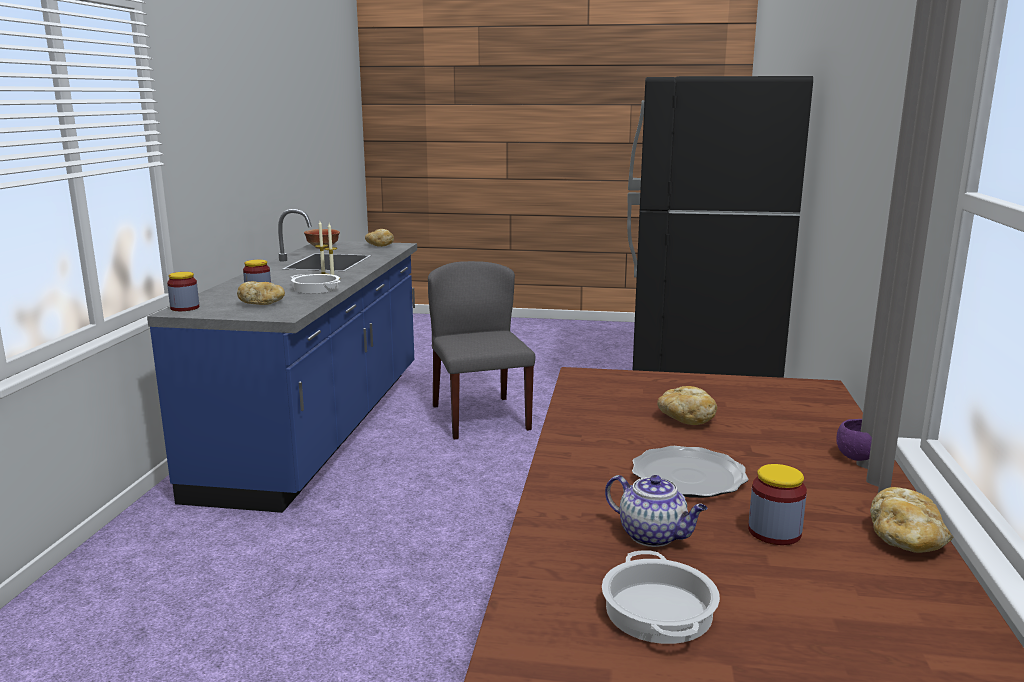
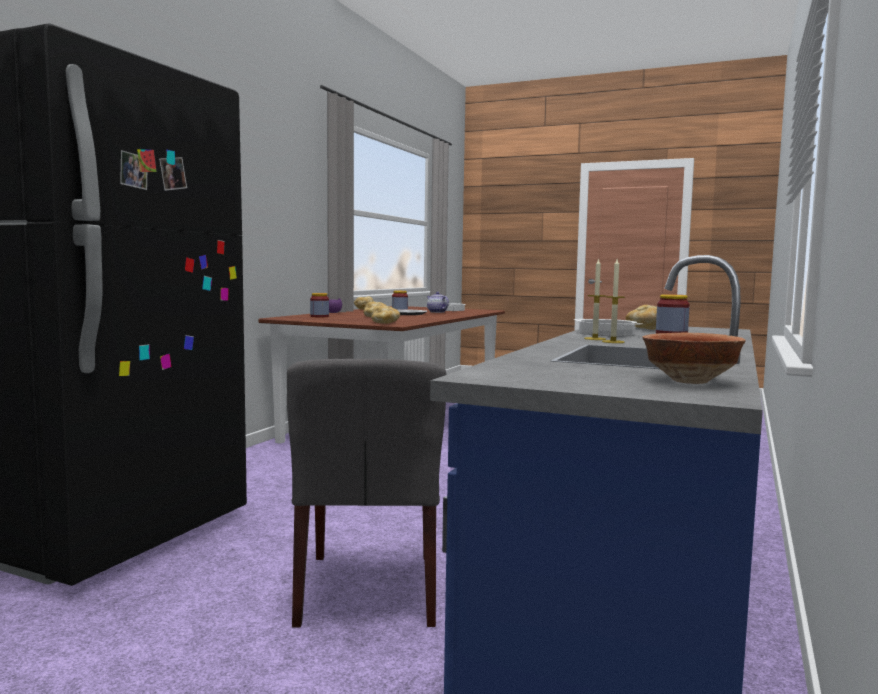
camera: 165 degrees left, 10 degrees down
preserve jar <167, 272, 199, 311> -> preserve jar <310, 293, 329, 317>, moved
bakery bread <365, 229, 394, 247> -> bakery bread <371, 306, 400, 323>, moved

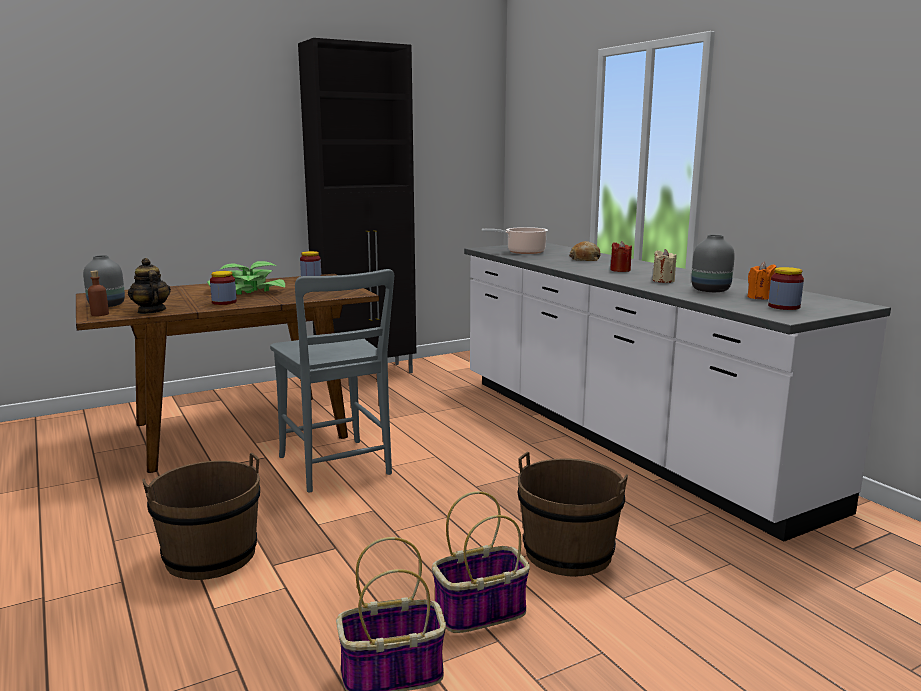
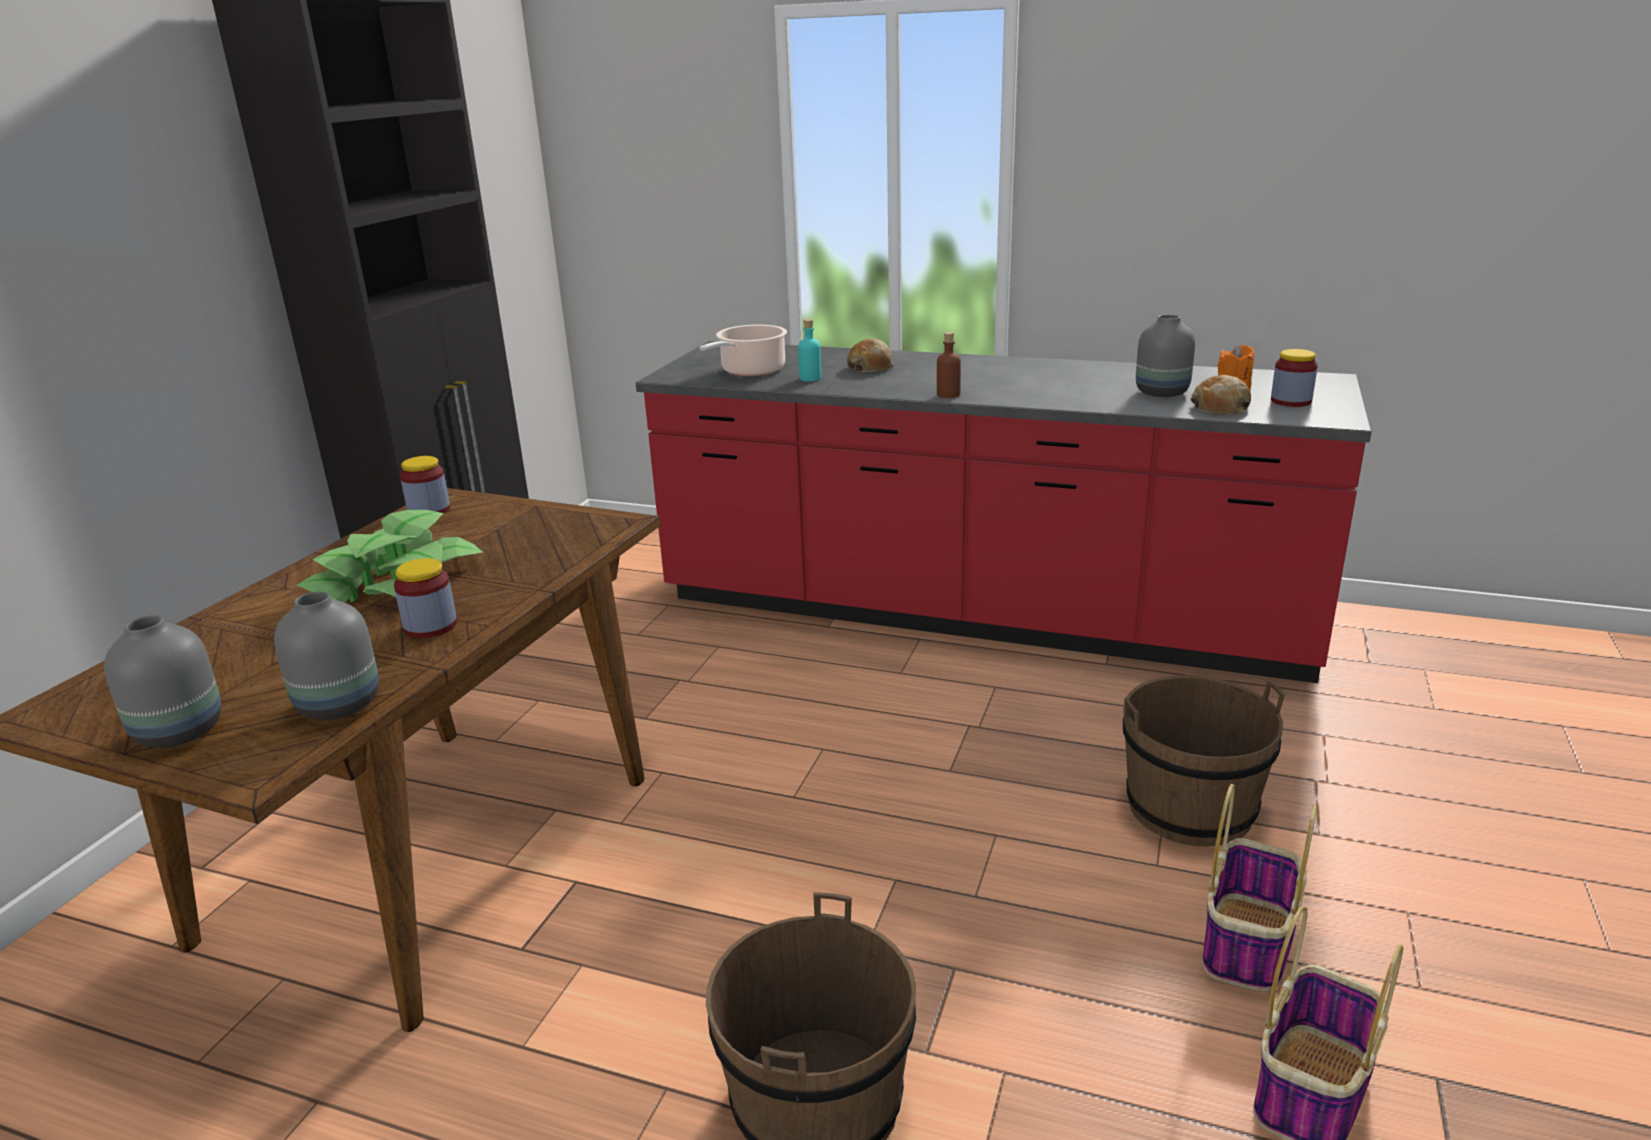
camera: 40 degrees left, 10 degrees up
grey chair <270, 269, 394, 492> -> none
reddish wax candle <610, 241, 632, 272> -> none
beige wax candle <653, 249, 677, 283> -> none
none -> turquoise-coloured drink bottle <798, 319, 821, 381>
none -> bakery bread <1191, 375, 1251, 415>
brownish drink bottle <88, 271, 109, 316> -> brownish drink bottle <937, 332, 961, 398>, moved
teapot <128, 258, 171, 314> -> grey vase <274, 591, 379, 720>
whitish kitchen base unit <464, 243, 891, 542> -> reddish kitchen base unit <636, 341, 1372, 683>

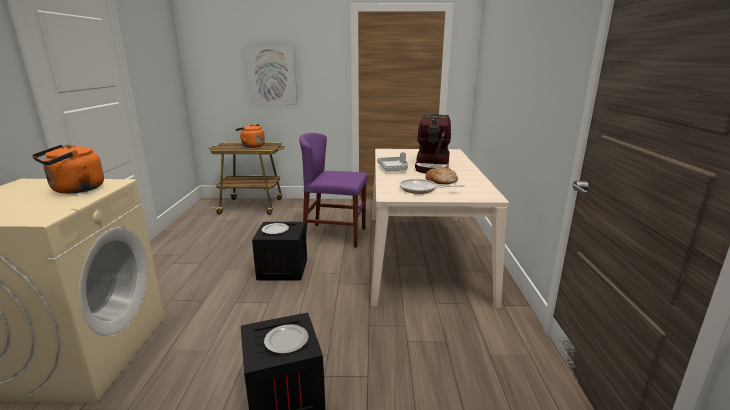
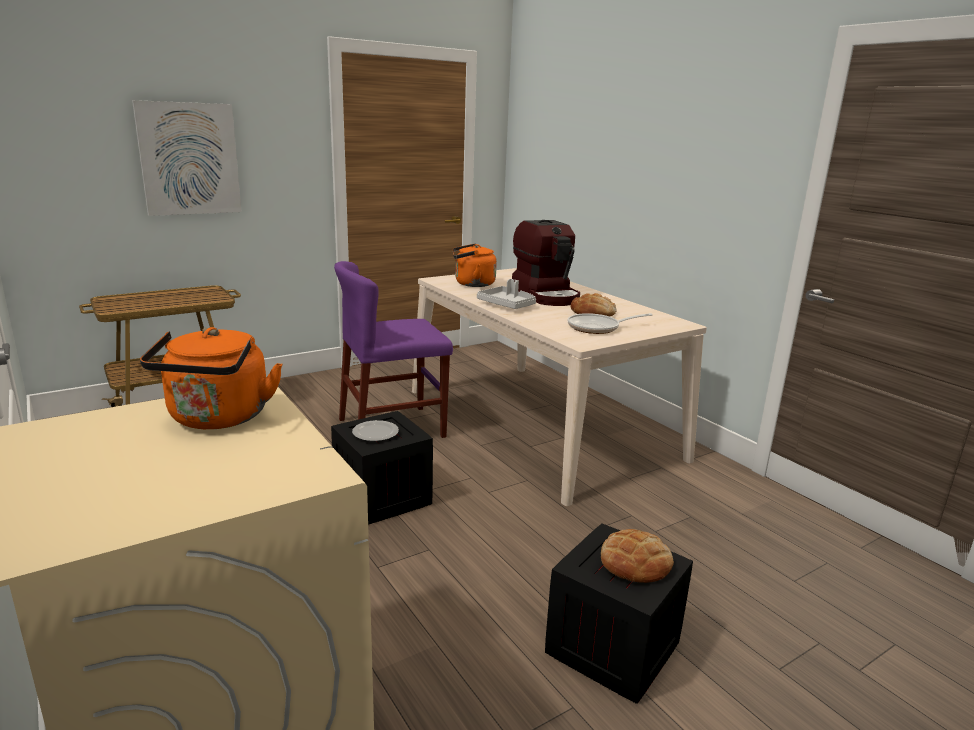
camera: 35 degrees left, 0 degrees up
orange tea kettle <236, 124, 265, 148> -> orange tea kettle <453, 244, 497, 287>, moved
flat dish <264, 324, 308, 354> -> bakery bread <601, 529, 674, 583>

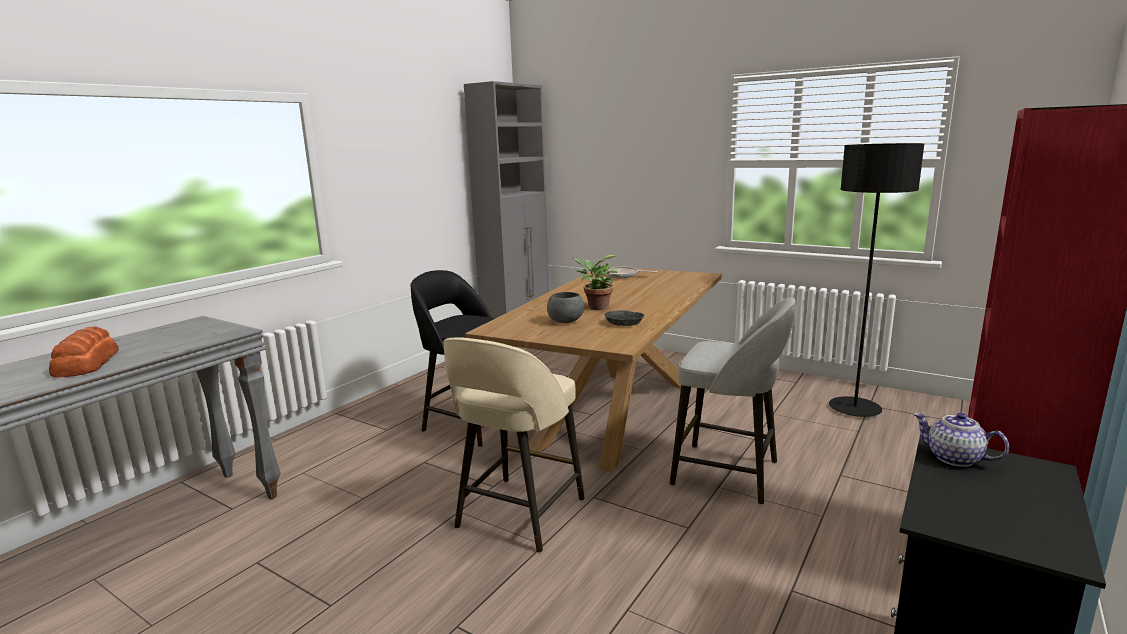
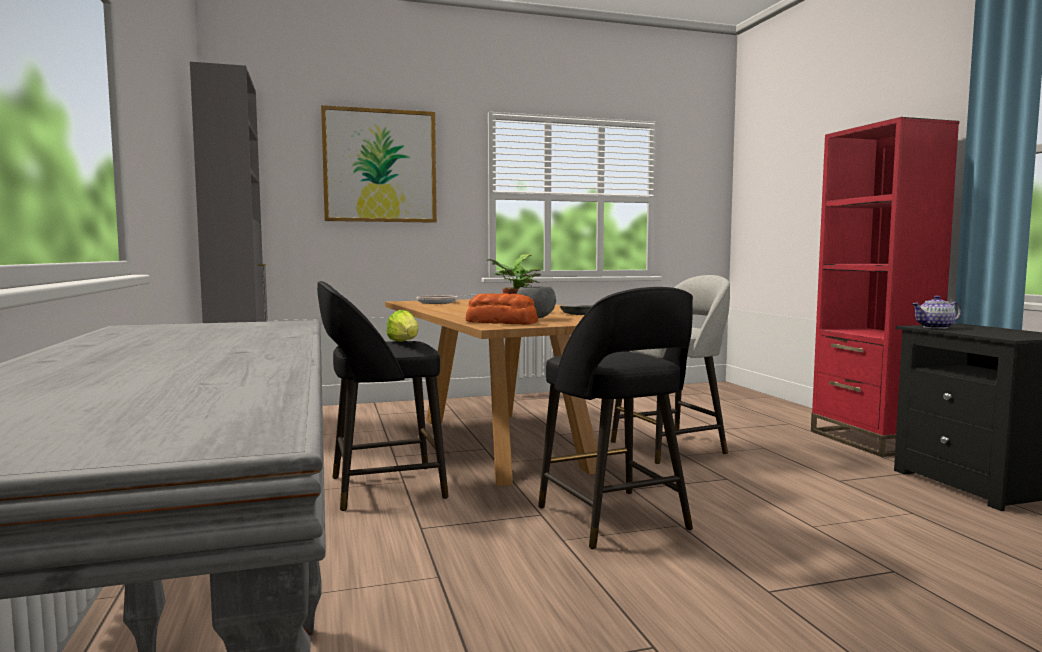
camera: 50 degrees left, 10 degrees down
black standing lamp <829, 143, 924, 417> -> none
none -> wall picture <321, 105, 437, 223>
none -> head of lettuce <386, 310, 419, 342>
bakery bread <49, 327, 119, 378> -> bakery bread <466, 293, 538, 324>, moved
beige stool seat <443, 337, 585, 553> -> black stool seat <538, 287, 693, 549>

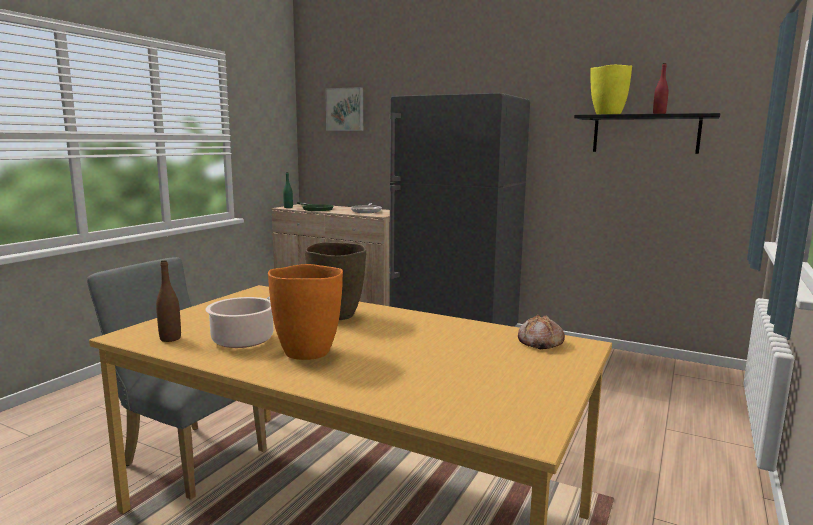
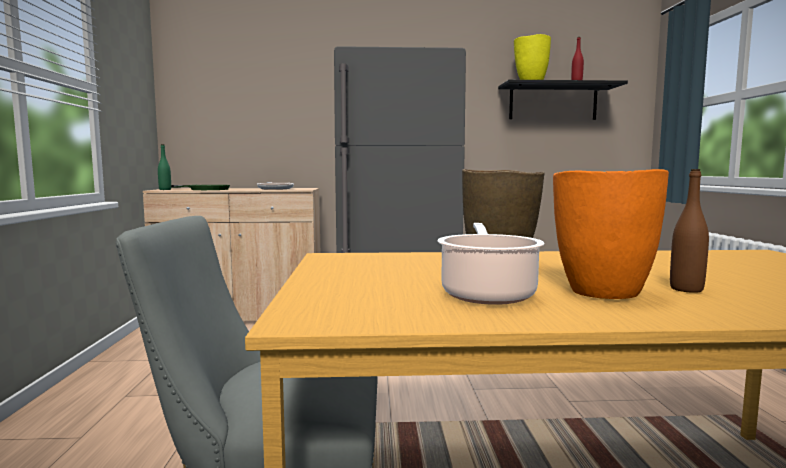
camera: 30 degrees left, 5 degrees down
wall picture <325, 87, 363, 131> -> none
bakery bread <518, 314, 565, 349> -> none
brownish drink bottle <156, 260, 181, 342> -> brownish drink bottle <670, 169, 709, 293>, moved

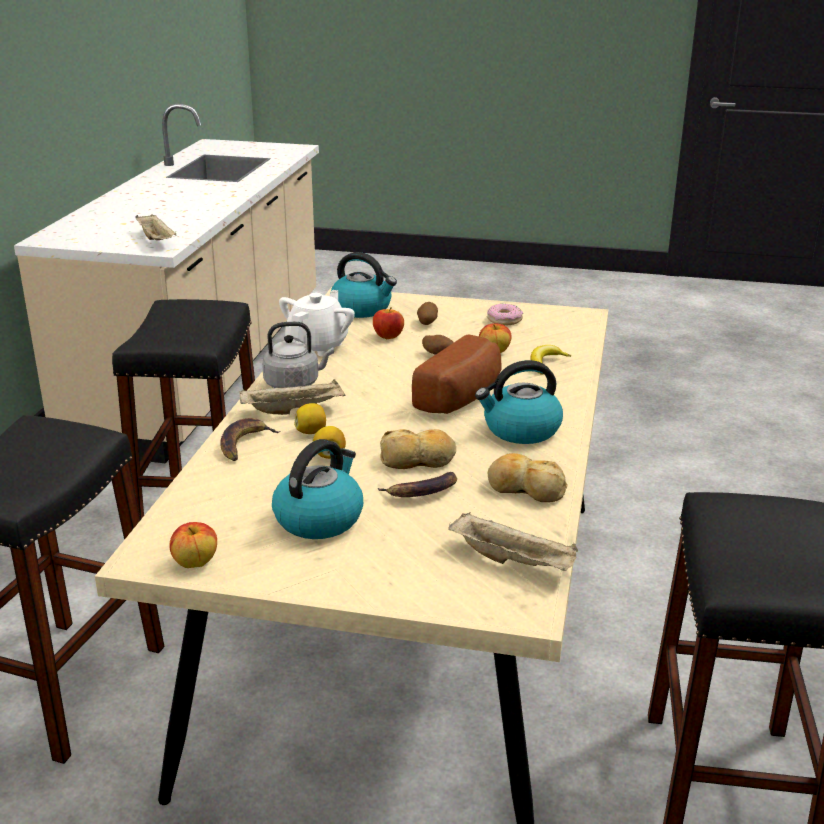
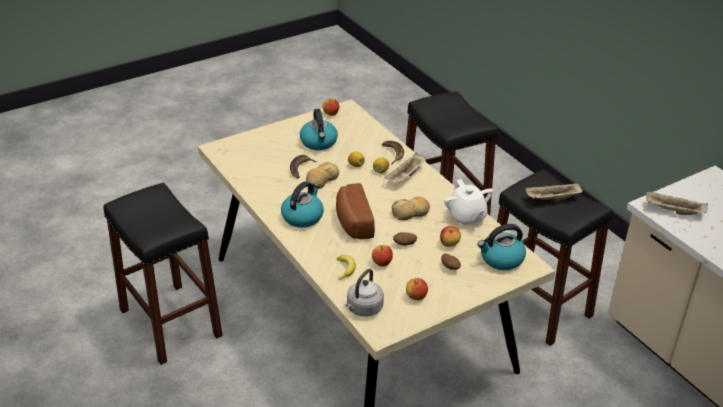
camera: 135 degrees right, 10 degrees up
grey tea kettle <262, 322, 334, 388> -> grey tea kettle <345, 269, 384, 317>, moved
beige tray <448, 512, 578, 571> -> beige tray <525, 182, 583, 201>, moved
bakery bread <488, 453, 567, 502> -> bakery bread <392, 197, 430, 220>, moved
donut <487, 303, 523, 326> -> apple <406, 278, 428, 301>

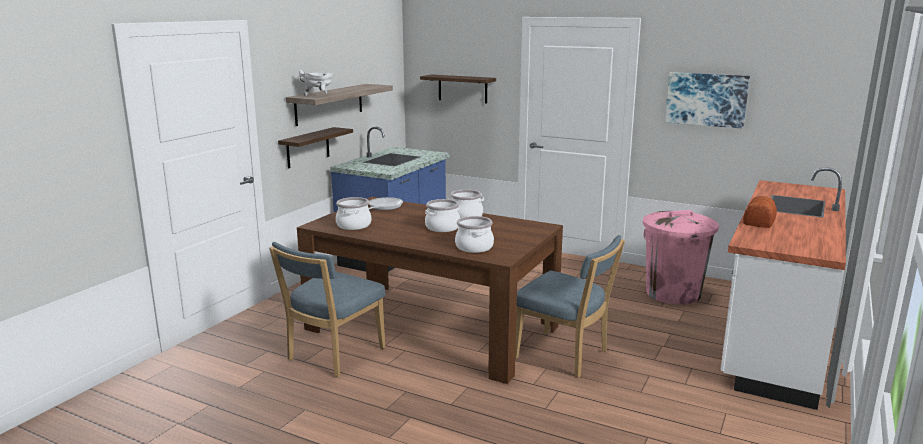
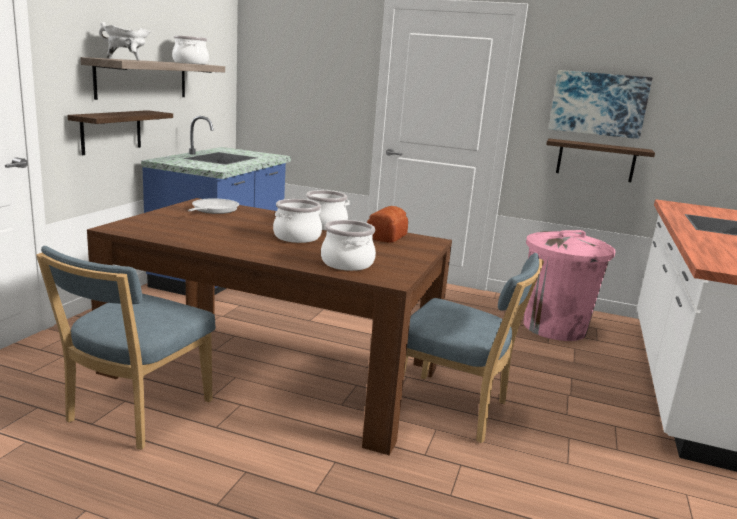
camera: 10 degrees left, 0 degrees up
cooking pot <336, 197, 371, 230> -> cooking pot <172, 35, 209, 65>, moved
wall shelf <420, 75, 496, 104> -> wall shelf <546, 138, 655, 182>, moved
bakery bread <743, 196, 777, 228> -> bakery bread <367, 206, 408, 243>, moved

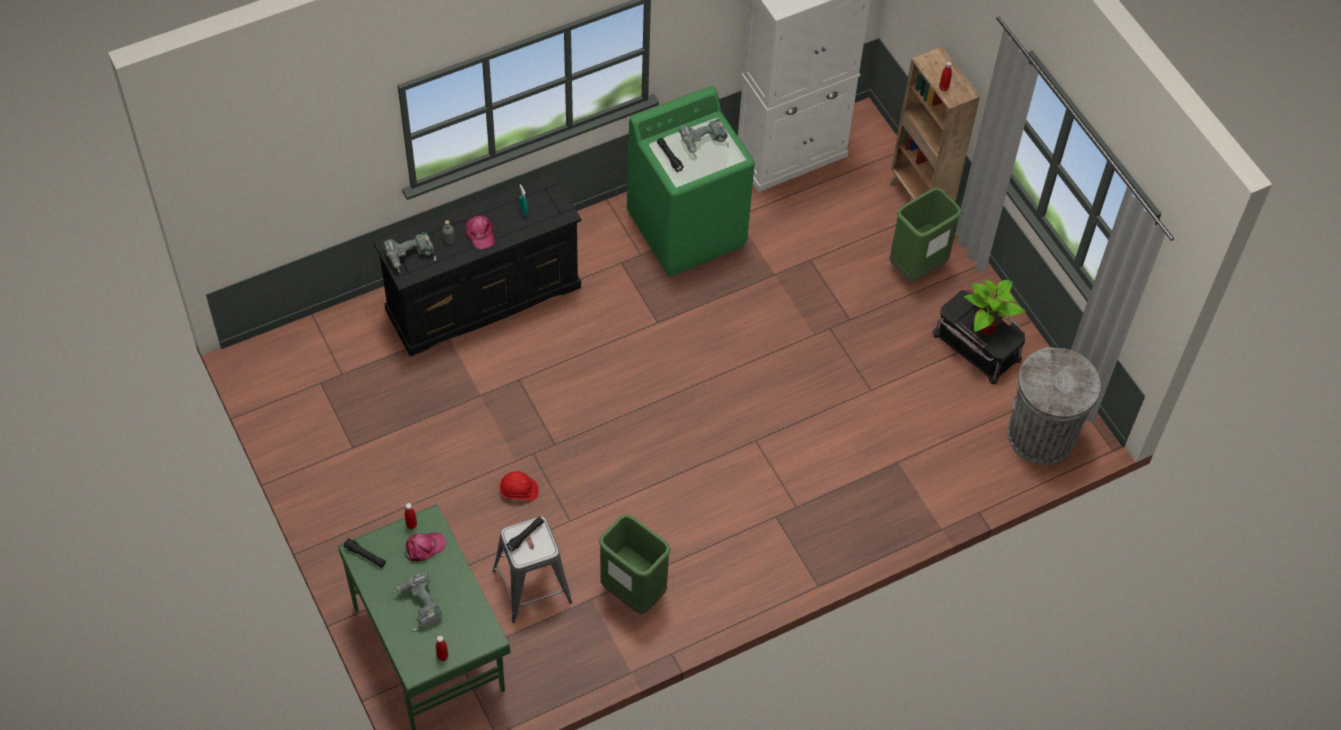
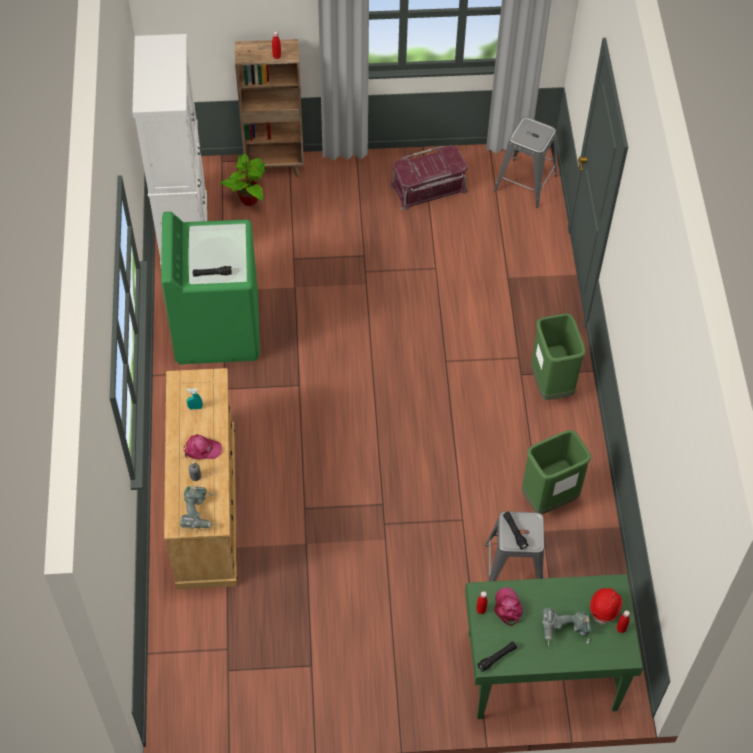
camera: 65 degrees left, 0 degrees up
drill <679, 119, 729, 157> -> none
reddish hard hat <499, 471, 538, 500> -> reddish hard hat <590, 588, 622, 625>, moved
green waste bin <889, 188, 962, 282> -> green waste bin <531, 313, 585, 400>, moved
potted plant <964, 280, 1025, 335> -> potted plant <220, 153, 266, 206>, moved
grey waste bin <1008, 347, 1100, 465> -> grey stool seat <494, 117, 557, 208>
black chest of drawers <373, 173, 581, 356> -> beige chest of drawers <164, 368, 237, 590>
black storage bin <932, 290, 1025, 384> -> reddish storage bin <390, 145, 468, 211>

